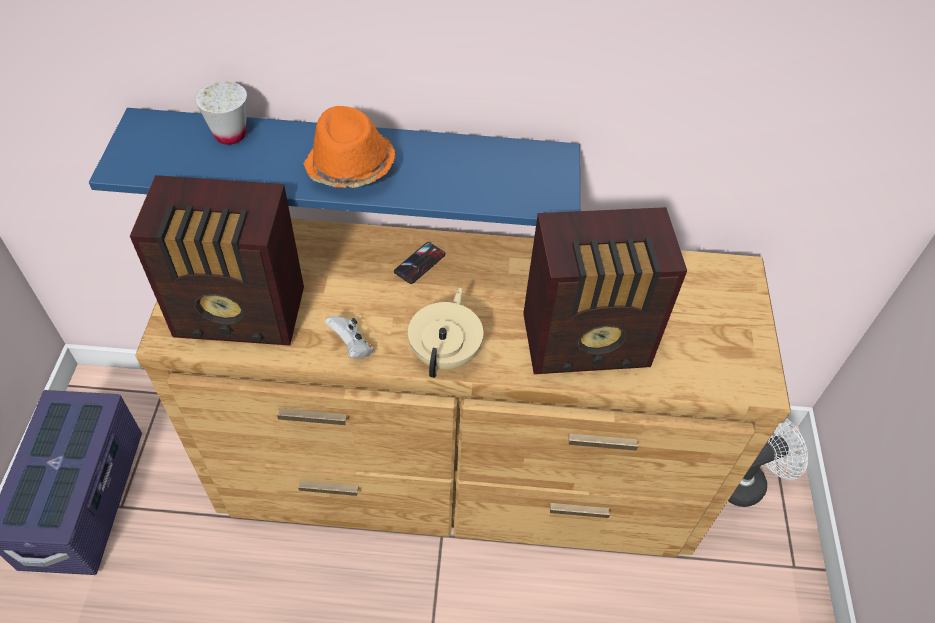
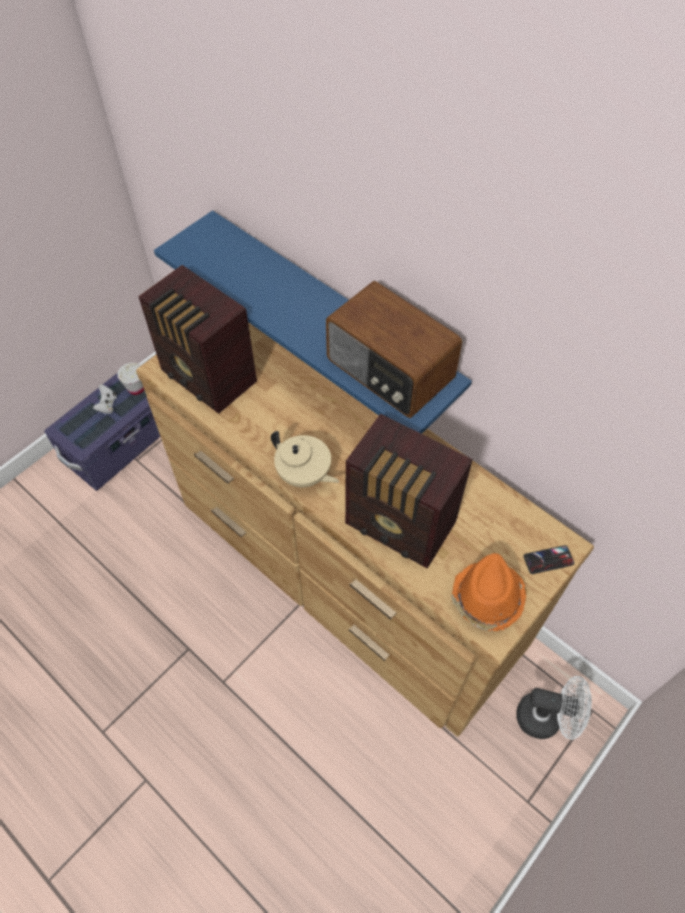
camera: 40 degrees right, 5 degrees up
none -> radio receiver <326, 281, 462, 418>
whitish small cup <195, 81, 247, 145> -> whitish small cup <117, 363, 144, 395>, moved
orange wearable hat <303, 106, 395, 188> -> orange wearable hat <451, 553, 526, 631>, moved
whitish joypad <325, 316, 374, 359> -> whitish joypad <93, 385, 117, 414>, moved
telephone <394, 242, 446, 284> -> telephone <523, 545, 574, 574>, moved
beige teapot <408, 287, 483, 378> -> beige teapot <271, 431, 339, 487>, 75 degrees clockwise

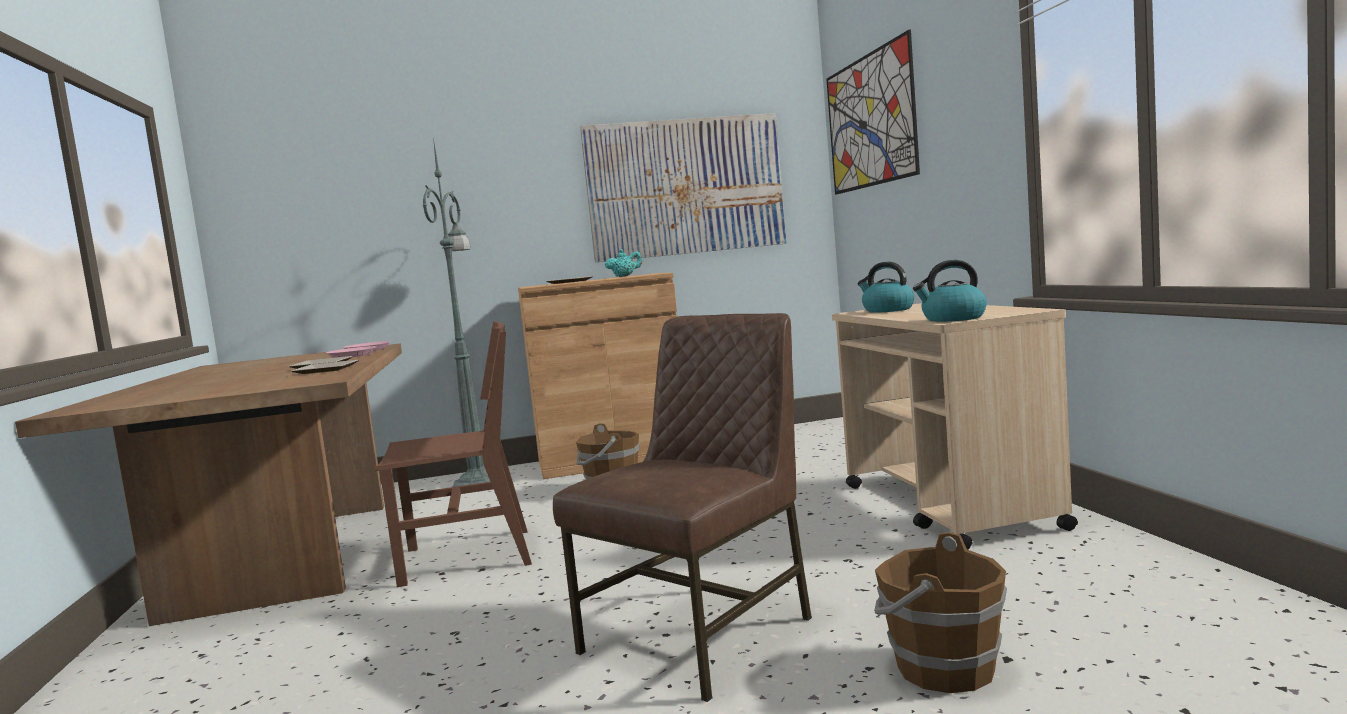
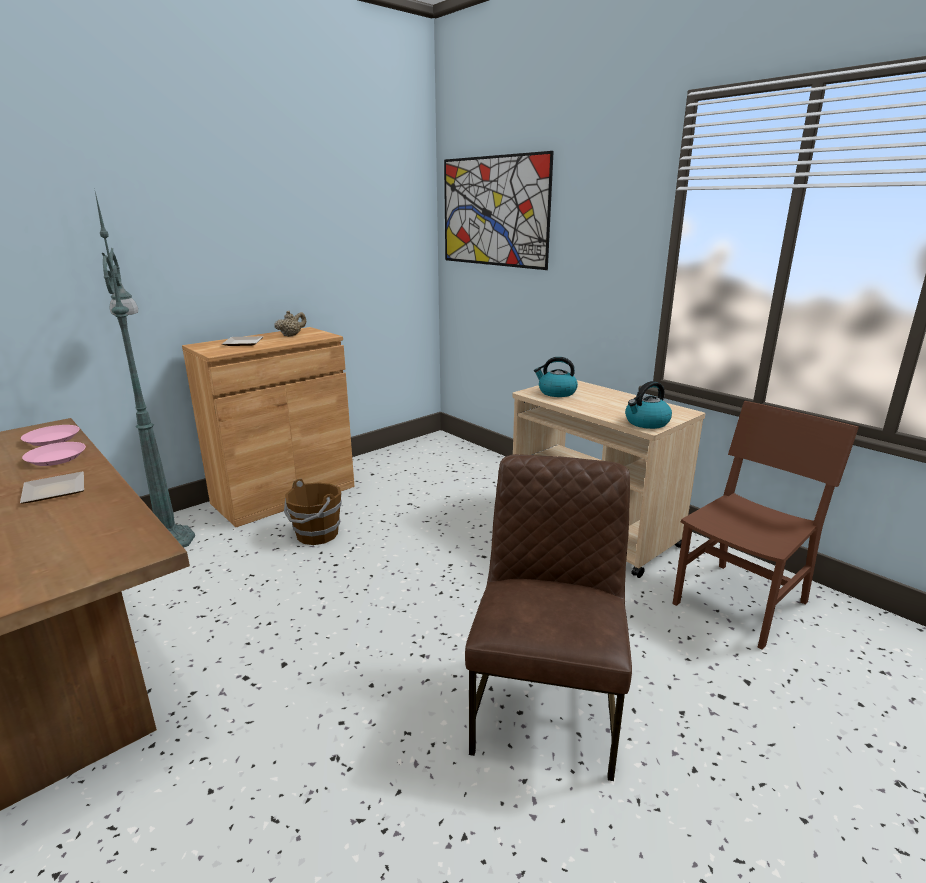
camera: 30 degrees left, 15 degrees up
flat dish <291, 360, 359, 374> -> none
wall picture <580, 113, 786, 263> -> none
brownish water bucket <874, 532, 1007, 693> -> none
brownish chair <374, 322, 532, 587> -> brownish chair <672, 401, 859, 650>, moved
turquoise-coloured teapot <605, 249, 642, 277> -> beige teapot <274, 311, 306, 337>

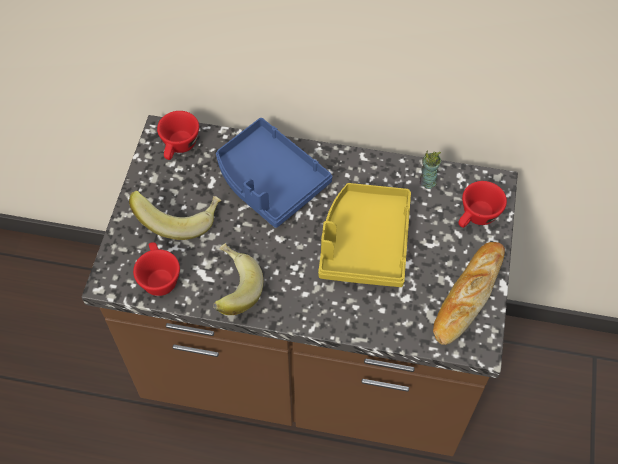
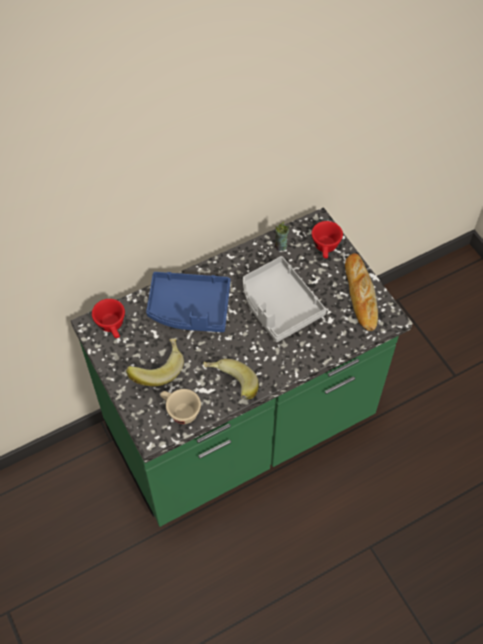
camera: 40 degrees left, 0 degrees up
brownish kitchen base unit <82, 115, 518, 456> -> green kitchen base unit <71, 208, 413, 527>
reddish small cup <133, 242, 180, 296> -> beige small cup <160, 389, 201, 424>
yellowish tray <318, 183, 411, 287> -> grey tray <243, 256, 327, 342>

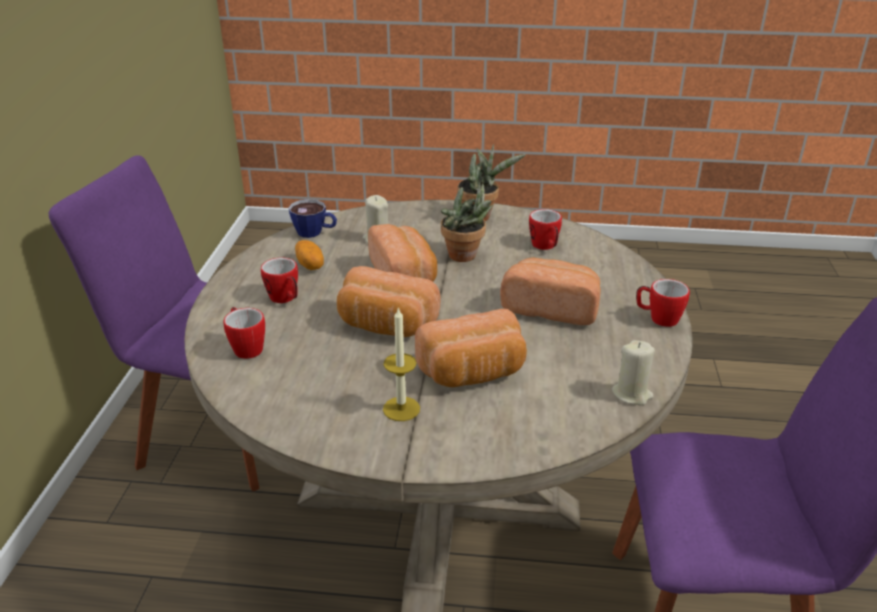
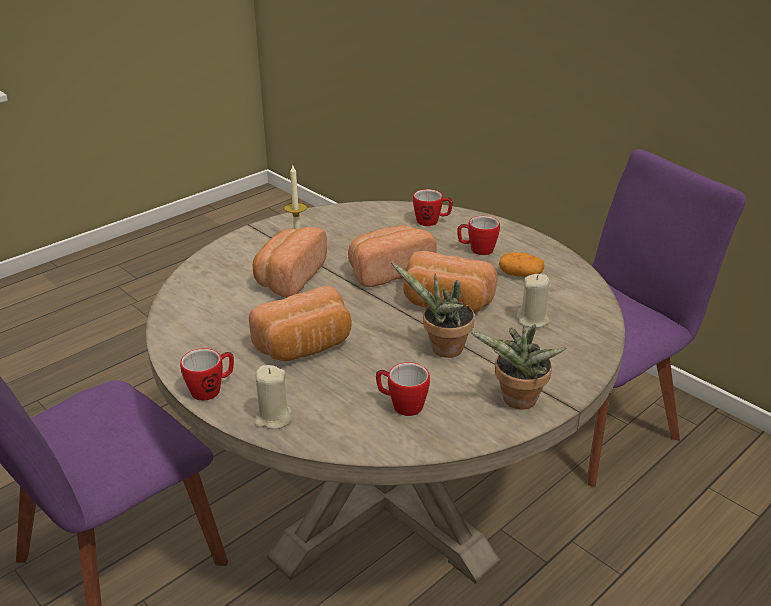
camera: 130 degrees right, 0 degrees up
small cup <289, 199, 337, 238> -> none
beige wax candle <612, 340, 655, 405> -> beige wax candle <255, 365, 292, 429>, moved

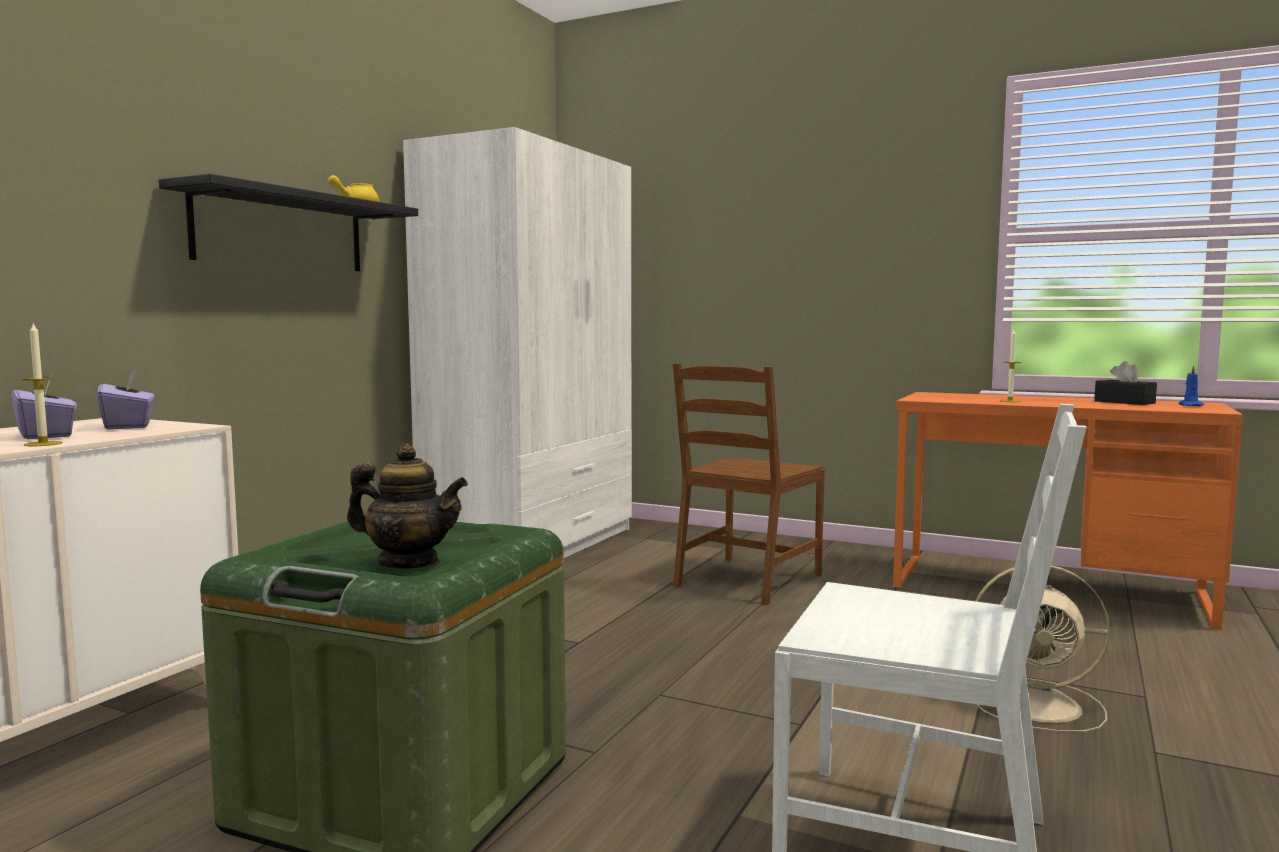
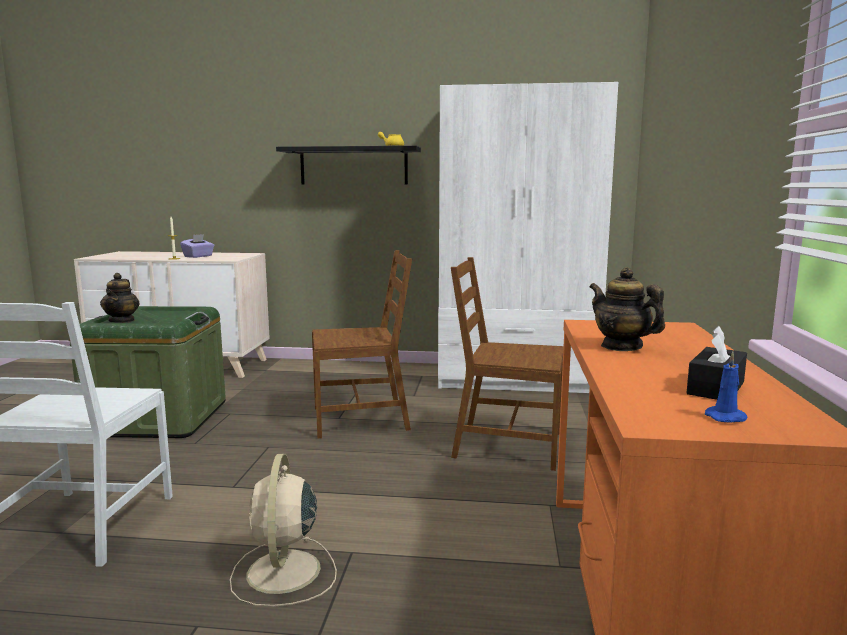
camera: 70 degrees right, 5 degrees up
purple tissue holder <97, 371, 154, 430> -> none
none -> brownish chair <312, 250, 412, 438>
wax candle <1000, 330, 1021, 402> -> teapot <589, 267, 665, 351>

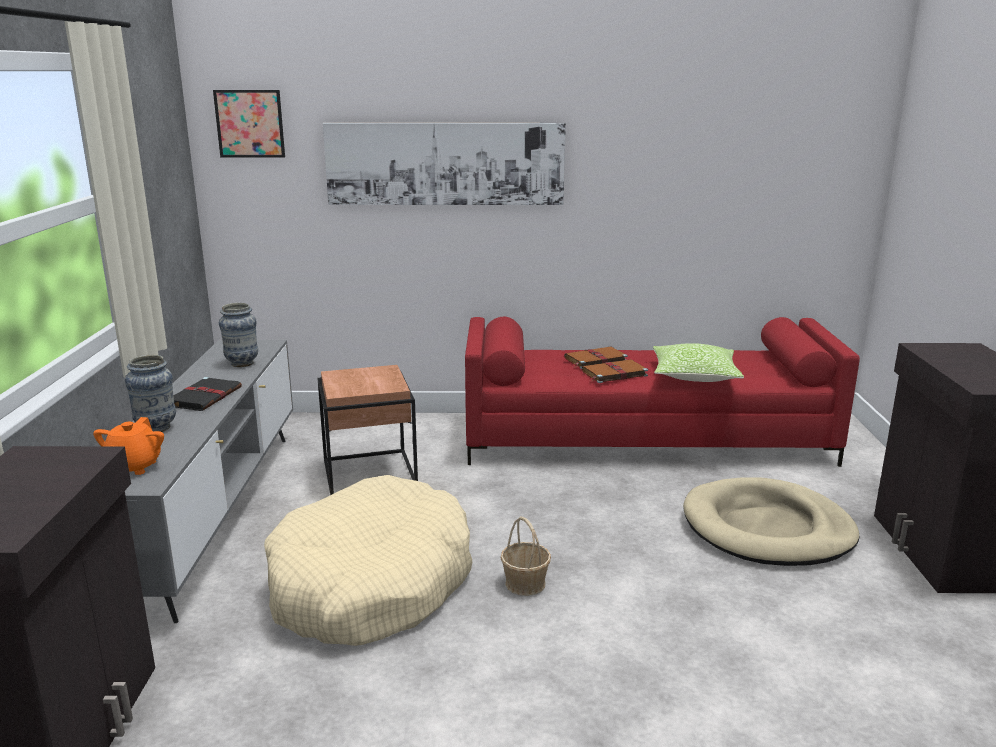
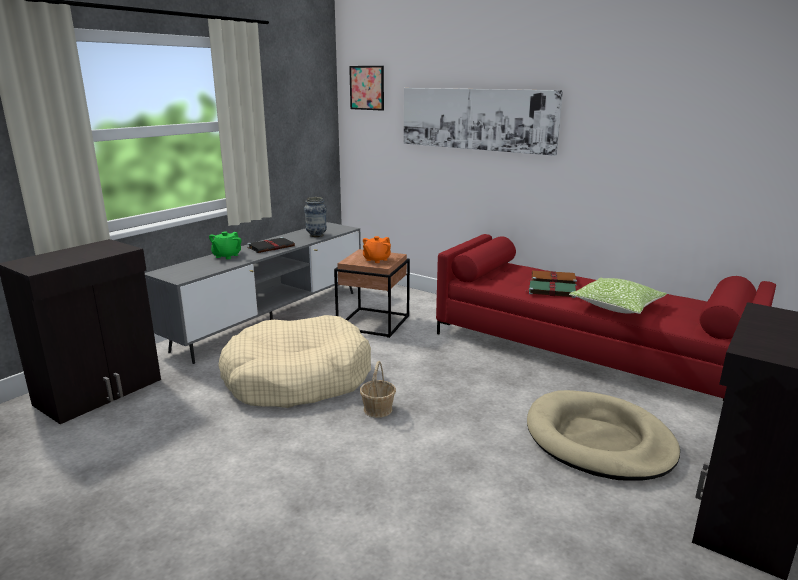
camera: 35 degrees right, 0 degrees up
orange teapot <93, 417, 164, 475> -> orange teapot <363, 236, 391, 263>, moved
vase <125, 355, 176, 432> -> green teapot <209, 232, 241, 259>
brownish book <582, 359, 648, 383> -> green book <526, 280, 576, 298>

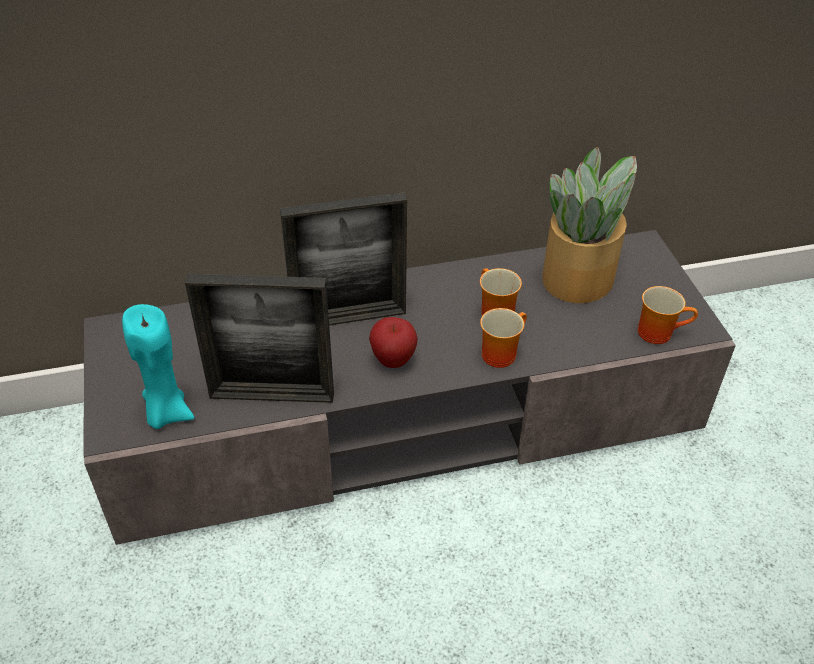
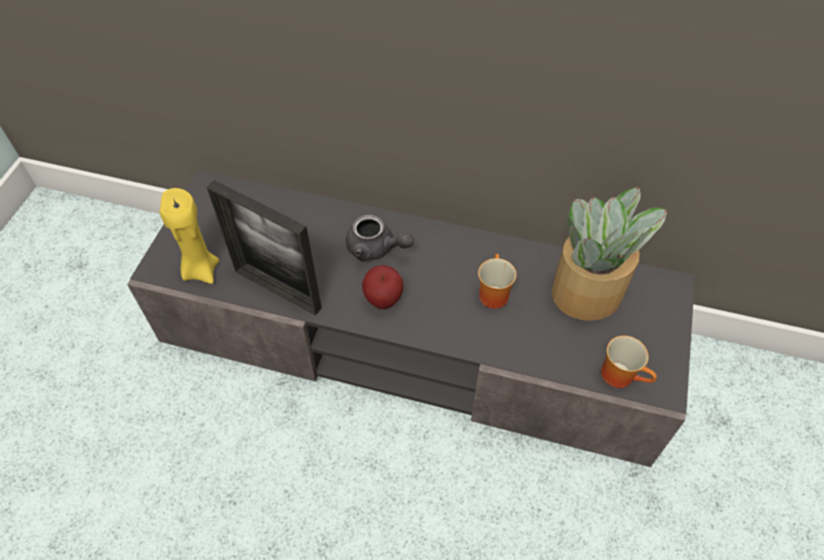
camera: 30 degrees right, 10 degrees up
coffee mug <480, 308, 527, 368> -> none
photo frame <280, 192, 407, 326> -> grey teapot <346, 215, 414, 261>
turquoise-coloured wax candle <122, 304, 194, 429> -> yellowish wax candle <160, 188, 219, 284>

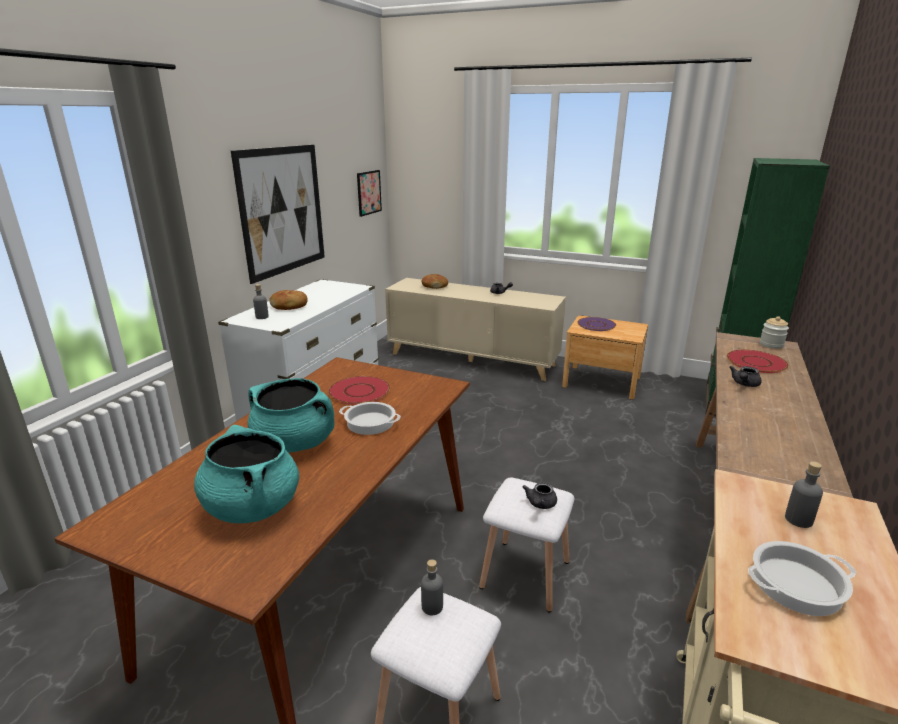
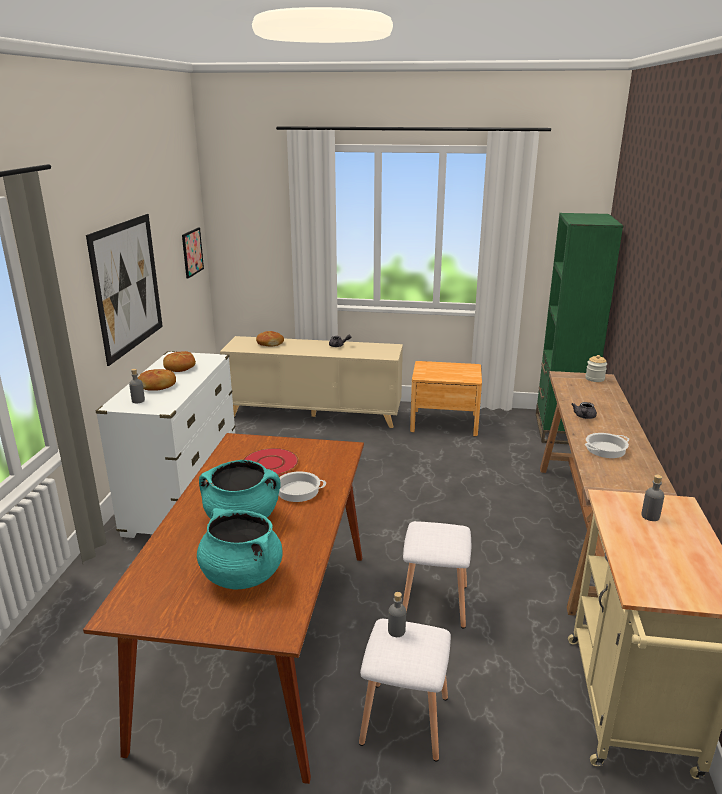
camera: 15 degrees left, 0 degrees up
grey teapot <522, 482, 557, 509> -> none
purple flat dish <577, 317, 616, 331> -> none
reddish flat dish <727, 349, 789, 373> -> none
none -> bakery bread <163, 351, 196, 372>
cooking pot <748, 541, 857, 616> -> cooking pot <585, 433, 630, 458>, moved

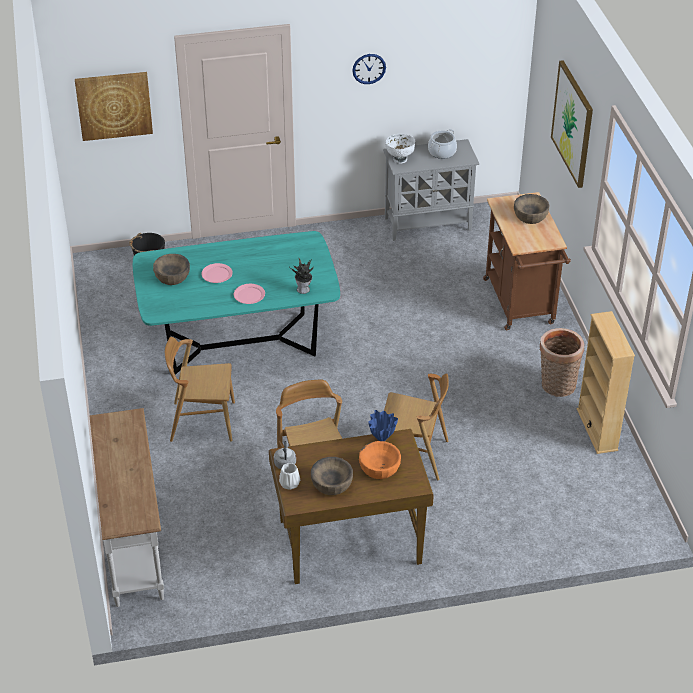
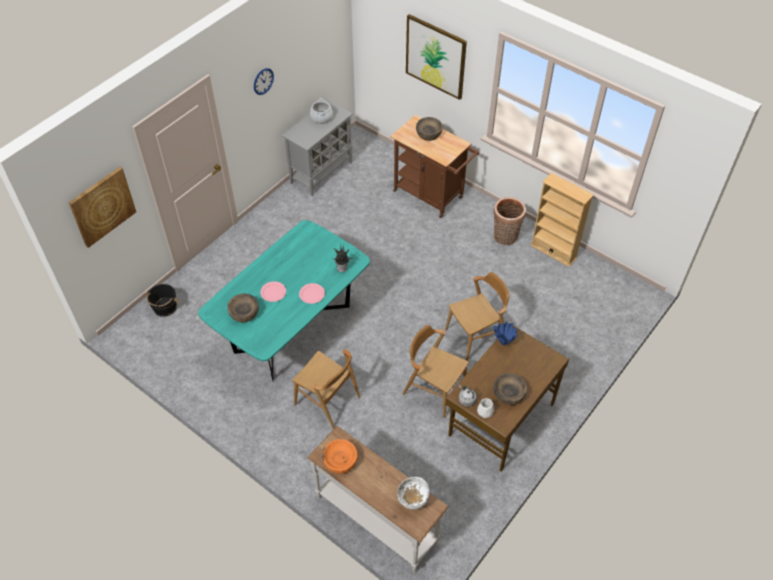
camera: 40 degrees left, 10 degrees up
orange serving bowl <359, 441, 401, 479> -> orange serving bowl <322, 439, 357, 474>, moved
whitish serving bowl <385, 134, 415, 163> -> whitish serving bowl <397, 477, 429, 509>, moved
brownish chair <165, 337, 235, 442> -> brownish chair <292, 349, 360, 429>, 105 degrees counterclockwise

